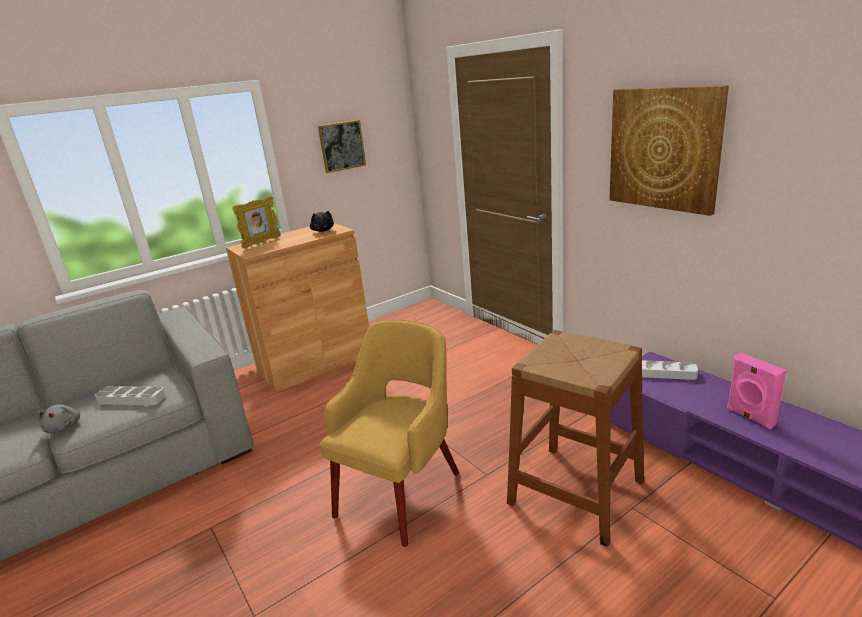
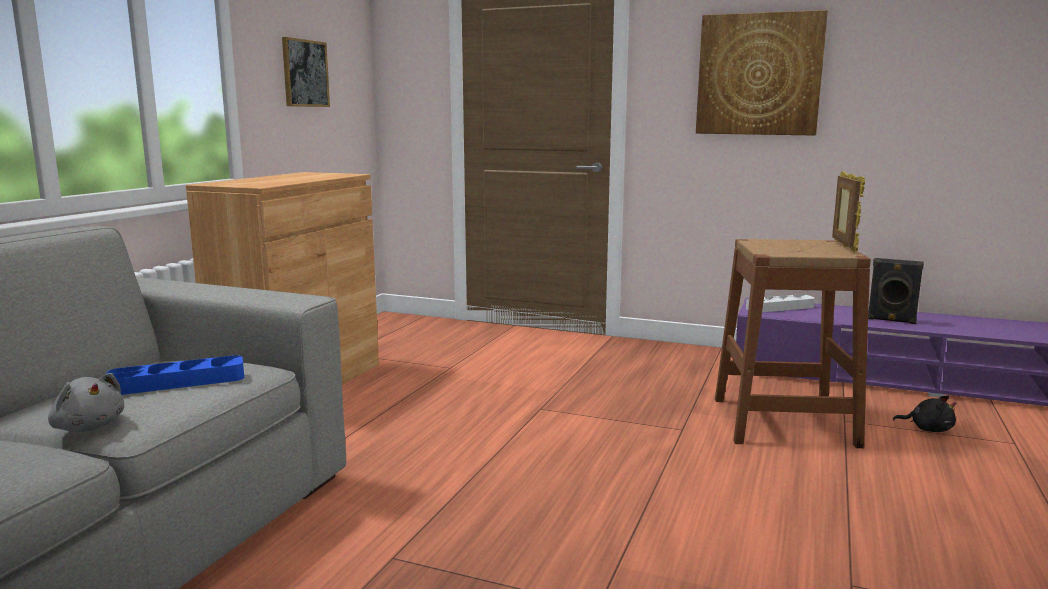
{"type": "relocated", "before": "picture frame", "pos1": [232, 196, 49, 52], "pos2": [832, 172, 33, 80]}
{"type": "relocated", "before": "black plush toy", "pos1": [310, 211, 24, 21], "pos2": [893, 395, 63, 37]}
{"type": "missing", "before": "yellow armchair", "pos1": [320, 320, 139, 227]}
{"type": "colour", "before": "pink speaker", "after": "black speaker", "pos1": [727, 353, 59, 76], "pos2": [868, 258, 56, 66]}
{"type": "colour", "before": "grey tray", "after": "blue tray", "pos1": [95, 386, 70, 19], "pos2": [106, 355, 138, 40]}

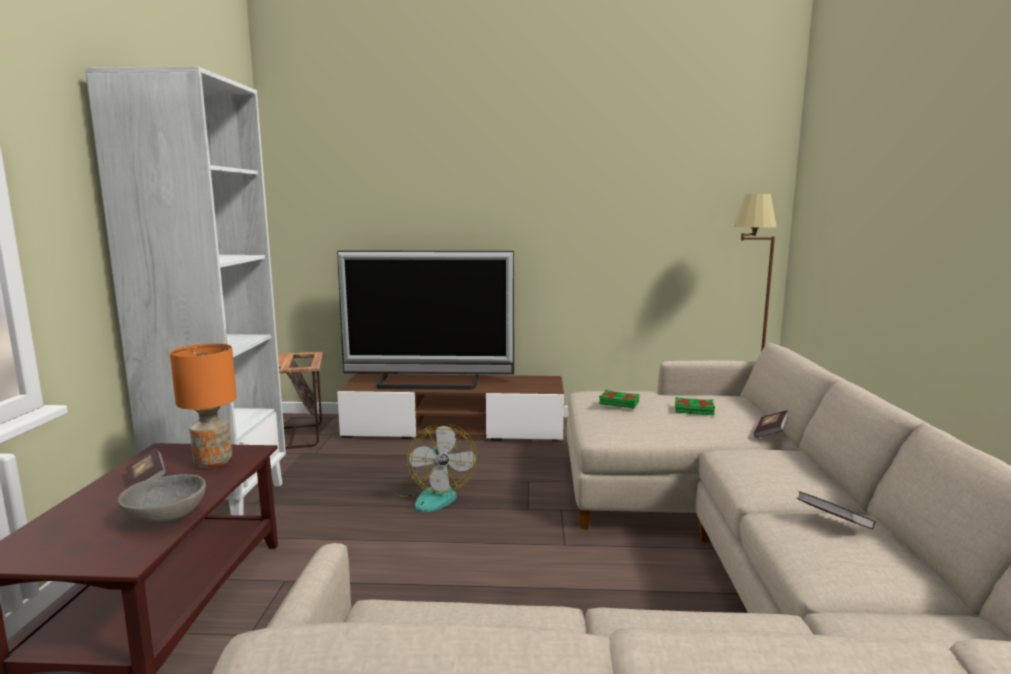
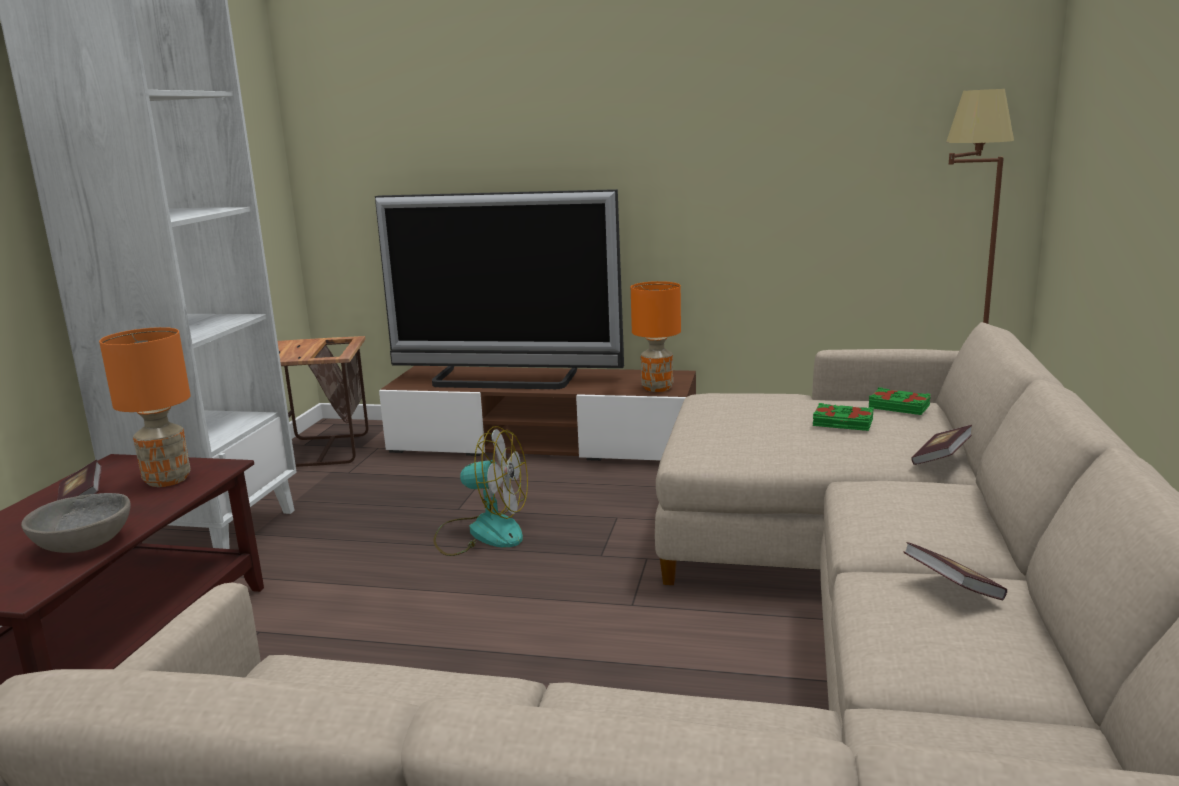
{"type": "relocated", "before": "green book", "pos1": [599, 390, 41, 19], "pos2": [869, 387, 61, 28]}
{"type": "spun", "before": "fan", "pos1": [395, 424, 82, 88], "pos2": [433, 426, 95, 130], "turn": -75}
{"type": "appeared", "after": "orange table lamp", "pos2": [631, 281, 50, 111]}

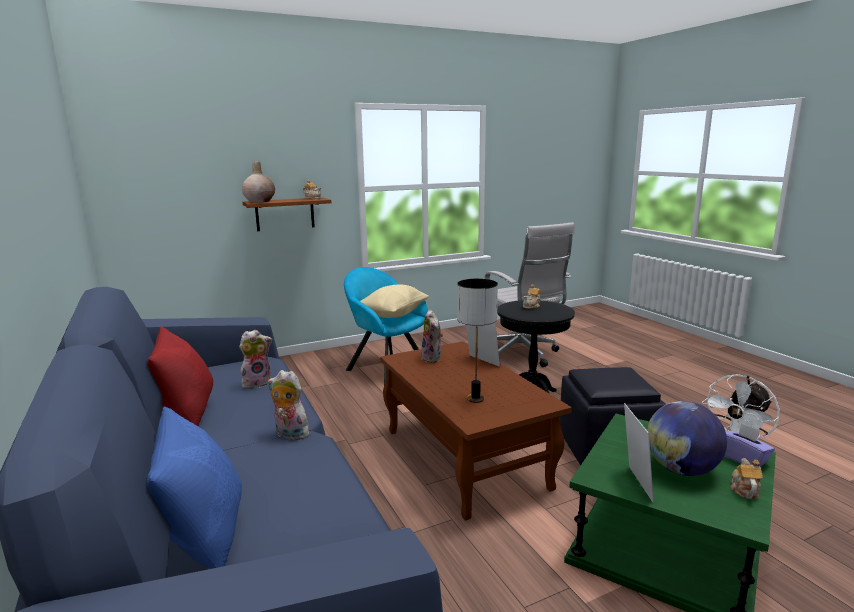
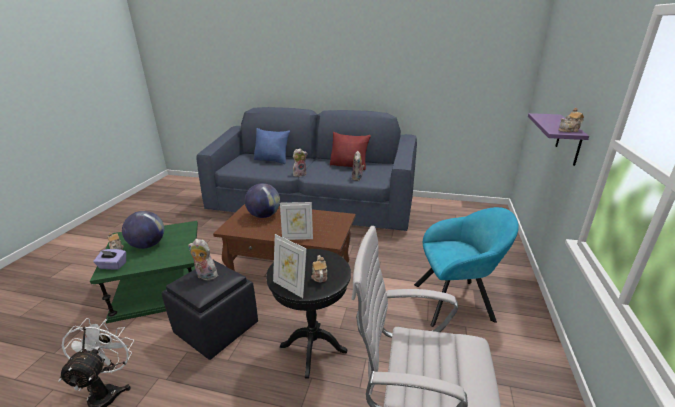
{"type": "missing", "before": "beige vase", "pos1": [242, 161, 33, 42]}
{"type": "colour", "before": "brown shelf", "after": "purple shelf", "pos1": [243, 197, 88, 34], "pos2": [528, 113, 61, 53]}
{"type": "exchanged", "before": "table lamp", "after": "globe", "pos1": [457, 279, 41, 124], "pos2": [245, 183, 35, 35]}
{"type": "missing", "before": "beige pillow", "pos1": [360, 285, 69, 33]}
{"type": "relocated", "before": "plush toy", "pos1": [421, 310, 22, 53], "pos2": [188, 239, 30, 42]}
{"type": "relocated", "before": "picture frame", "pos1": [624, 403, 30, 100], "pos2": [273, 234, 34, 64]}

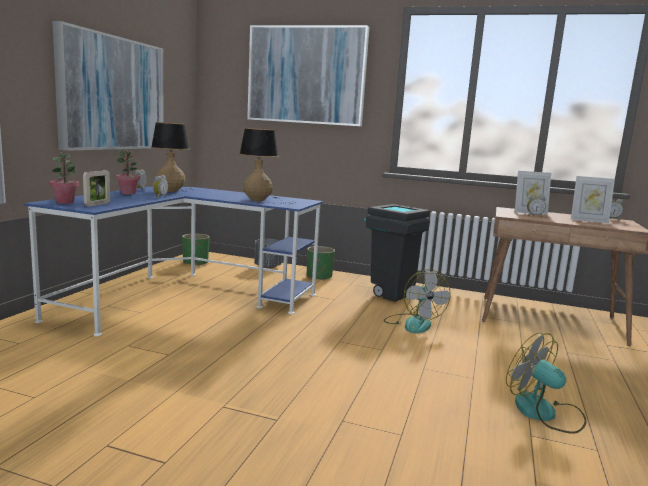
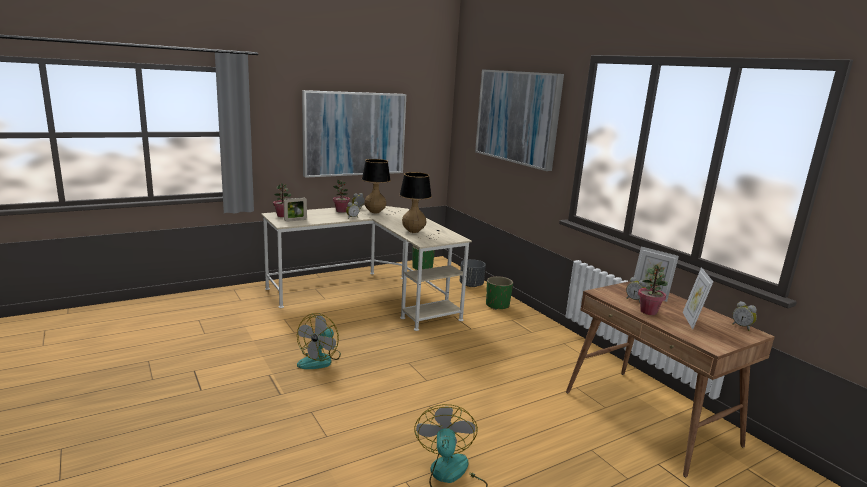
{"type": "spun", "before": "picture frame", "pos1": [571, 176, 44, 47], "pos2": [683, 267, 30, 62], "turn": 45}
{"type": "colour", "before": "blue desk", "after": "beige desk", "pos1": [24, 187, 299, 149], "pos2": [261, 205, 211, 126]}
{"type": "missing", "before": "grey trash can", "pos1": [364, 204, 66, 98]}
{"type": "relocated", "before": "fan", "pos1": [384, 269, 67, 64], "pos2": [297, 313, 44, 56]}
{"type": "appeared", "after": "potted plant", "pos2": [638, 265, 30, 50]}

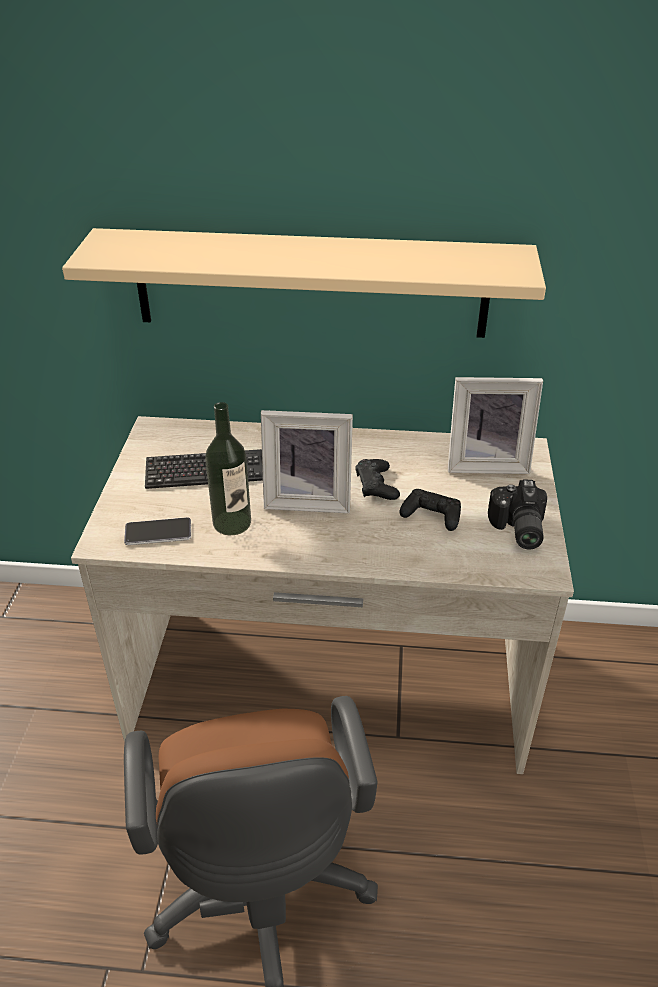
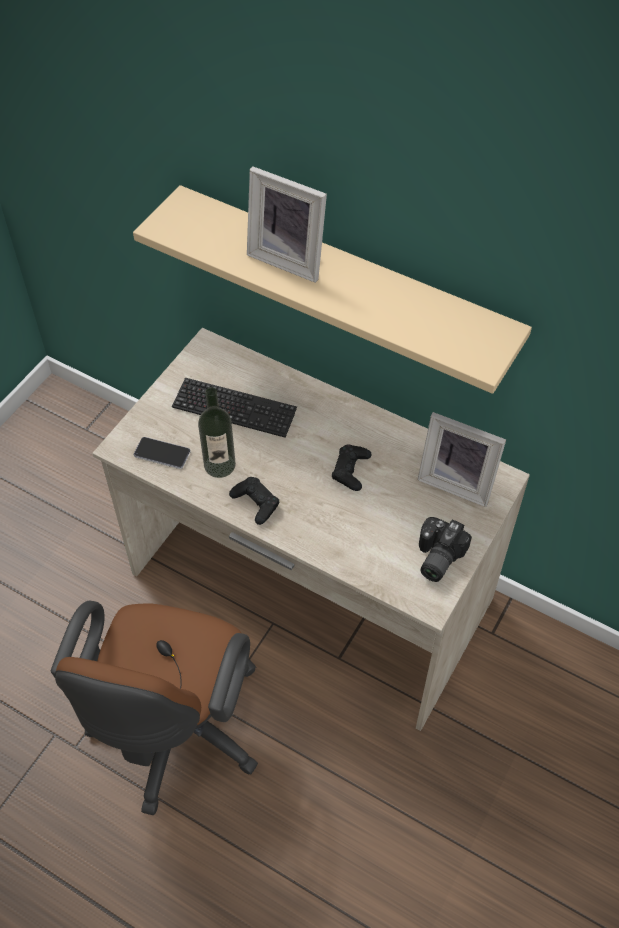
{"type": "relocated", "before": "picture frame", "pos1": [261, 410, 92, 103], "pos2": [247, 167, 80, 116]}
{"type": "relocated", "before": "black game controller", "pos1": [399, 489, 62, 42], "pos2": [229, 477, 50, 48]}

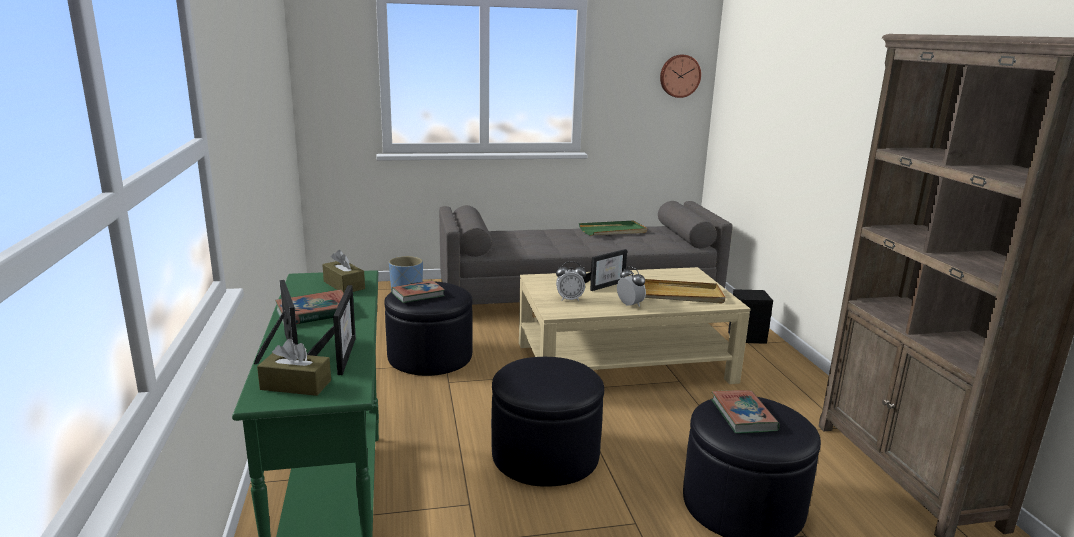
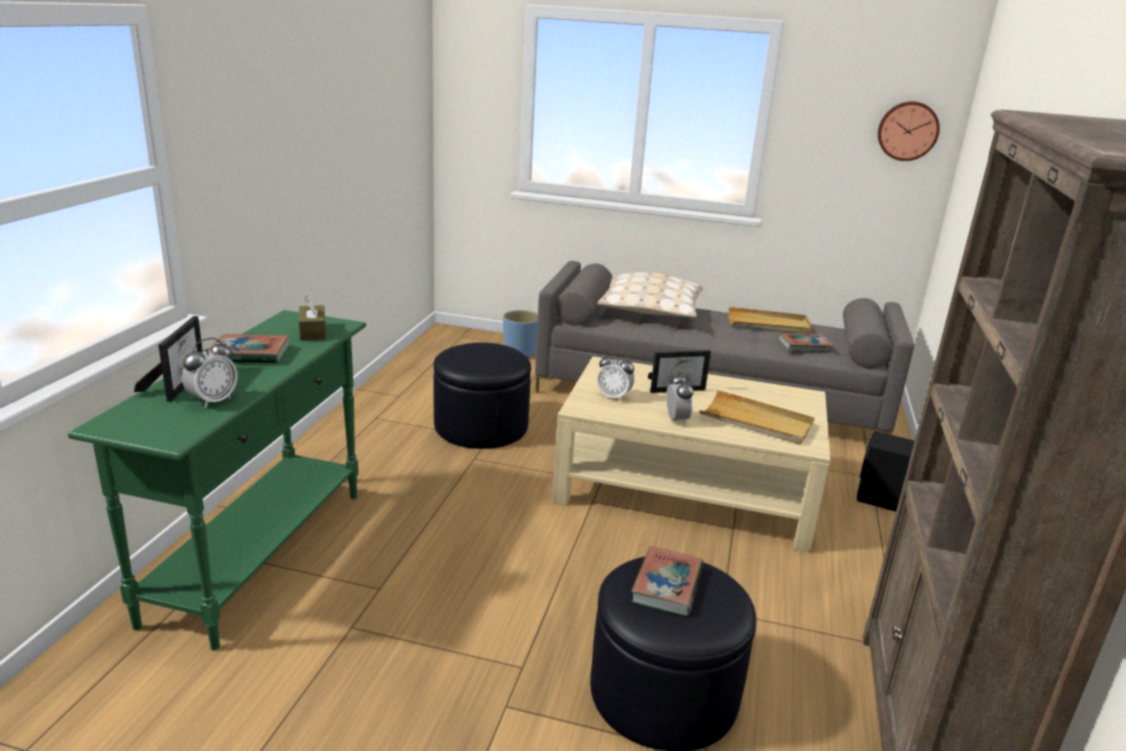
{"type": "colour", "before": "green tray", "after": "beige tray", "pos1": [579, 221, 68, 15], "pos2": [729, 307, 84, 27]}
{"type": "relocated", "before": "book", "pos1": [392, 281, 53, 22], "pos2": [778, 333, 56, 20]}
{"type": "exchanged", "before": "picture frame", "after": "alarm clock", "pos1": [307, 285, 49, 90], "pos2": [182, 338, 56, 70]}
{"type": "missing", "before": "brown tissue box", "pos1": [257, 339, 74, 57]}
{"type": "missing", "before": "black ottoman", "pos1": [491, 357, 113, 130]}
{"type": "appeared", "after": "beige pillow", "pos2": [597, 272, 106, 46]}

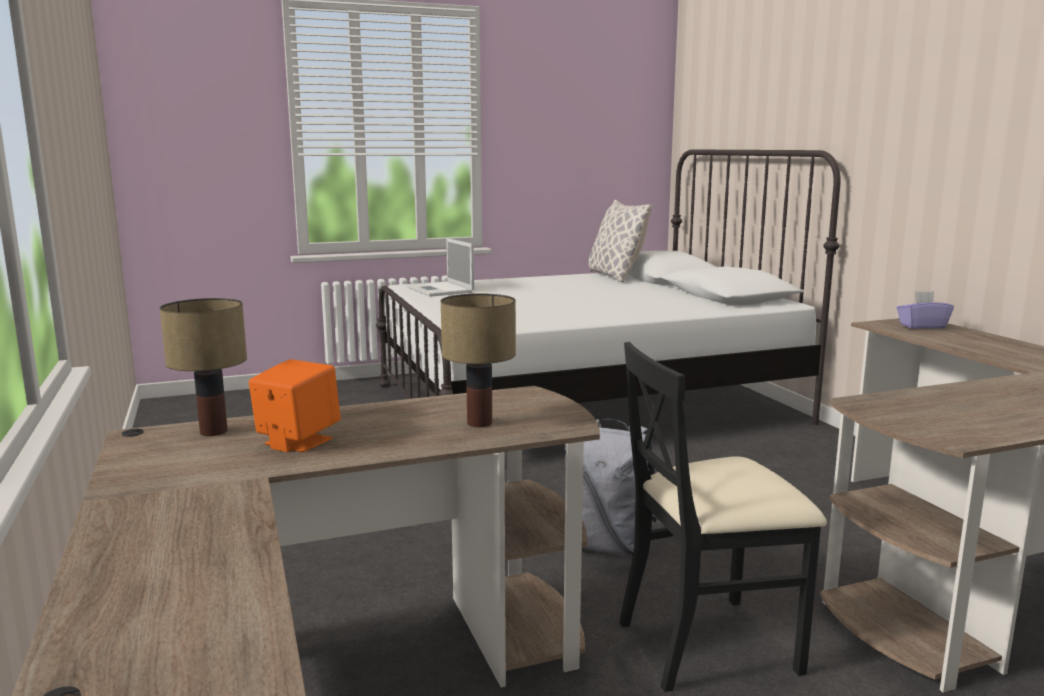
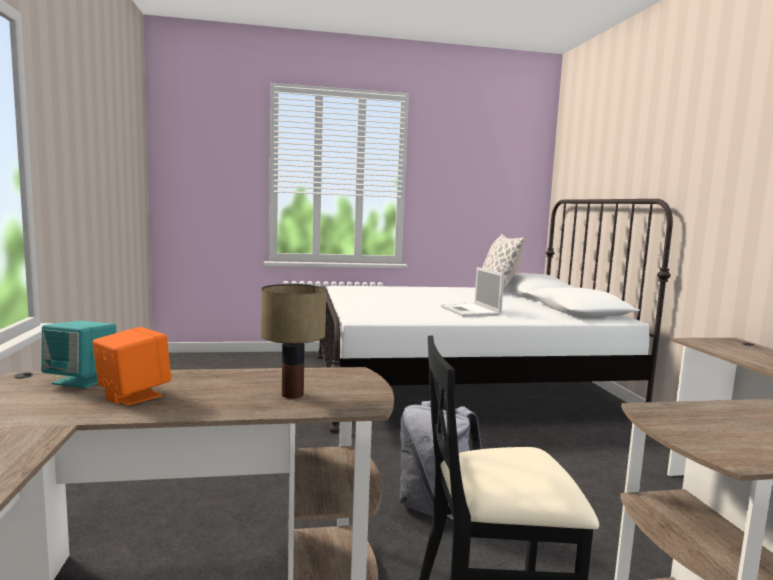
{"type": "relocated", "before": "laptop", "pos1": [407, 238, 67, 59], "pos2": [441, 267, 63, 50]}
{"type": "missing", "before": "purple tissue box", "pos1": [897, 291, 57, 38]}
{"type": "exchanged", "before": "table lamp", "after": "turquoise speaker", "pos1": [160, 298, 87, 138], "pos2": [41, 321, 75, 67]}

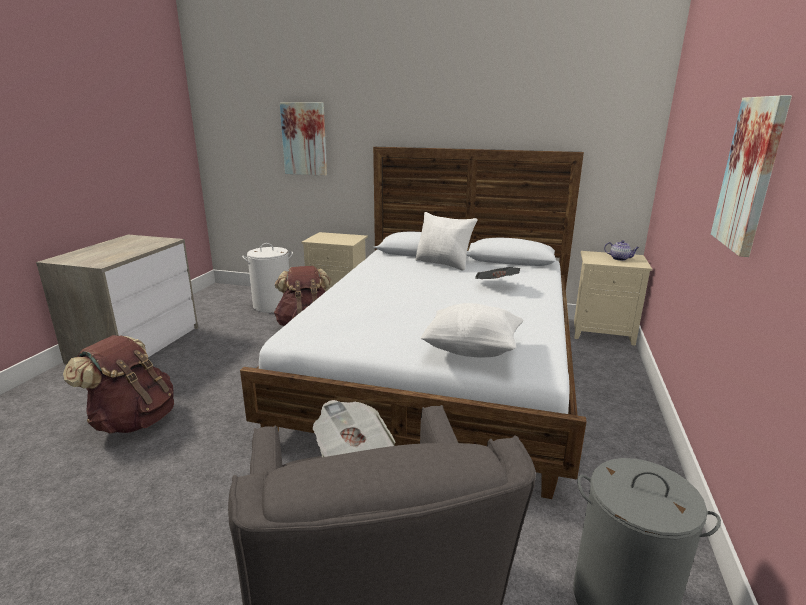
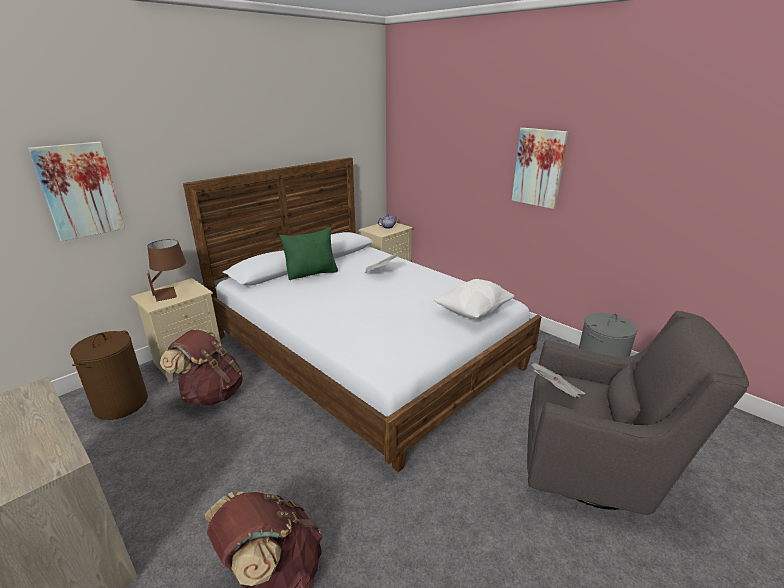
{"type": "colour", "before": "white pillow", "after": "green pillow", "pos1": [415, 212, 63, 59], "pos2": [280, 227, 58, 53]}
{"type": "colour", "before": "white laundry basket", "after": "brown laundry basket", "pos1": [242, 243, 51, 70], "pos2": [70, 331, 78, 89]}
{"type": "appeared", "after": "brown table lamp", "pos2": [147, 239, 39, 63]}

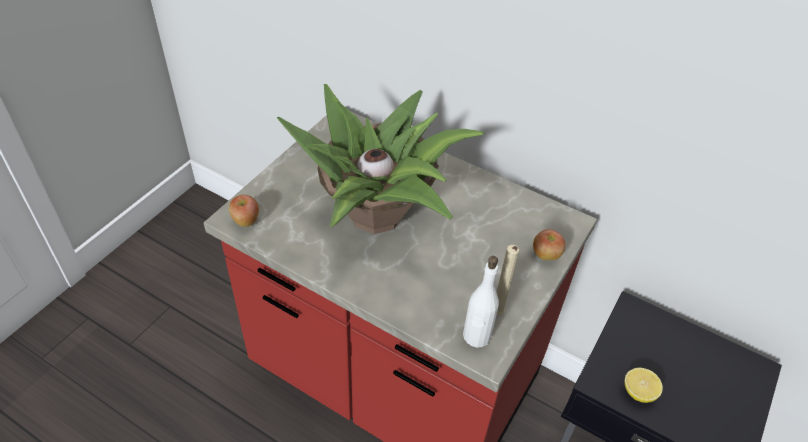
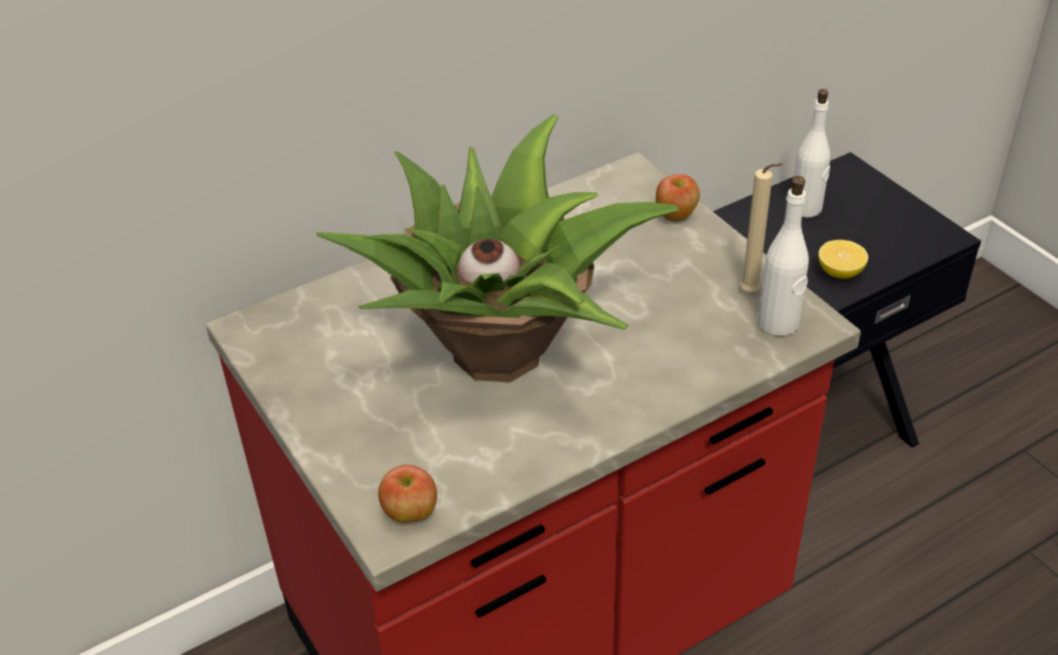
{"type": "appeared", "after": "white bottle", "pos2": [794, 89, 37, 129]}

